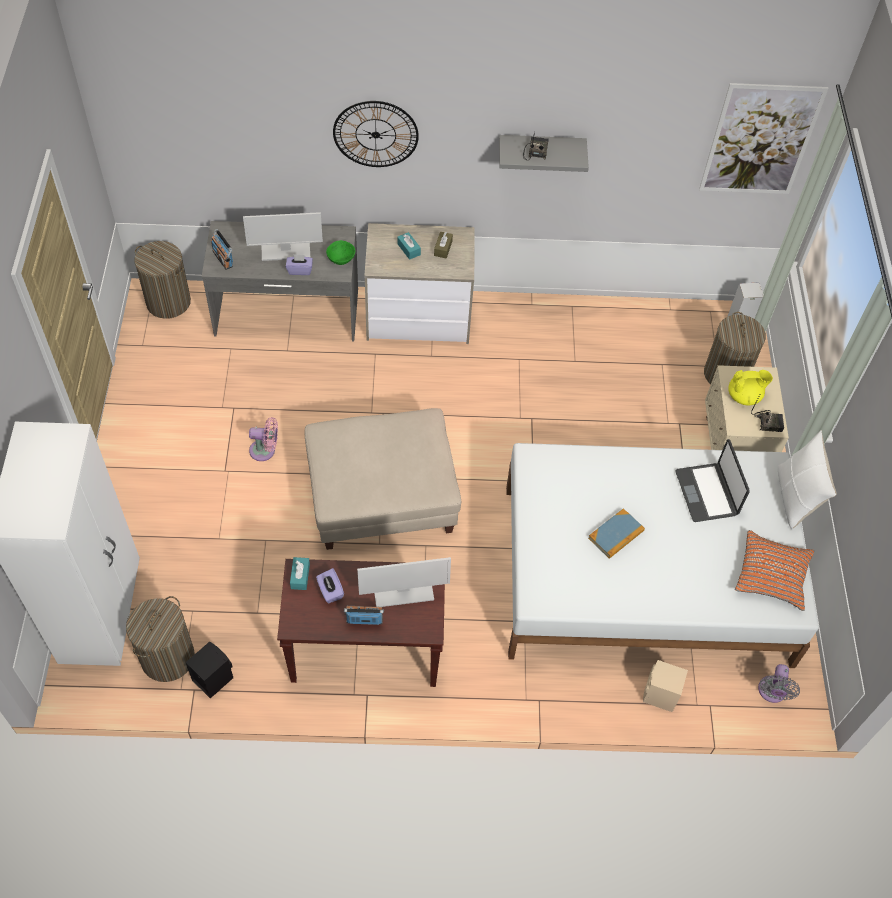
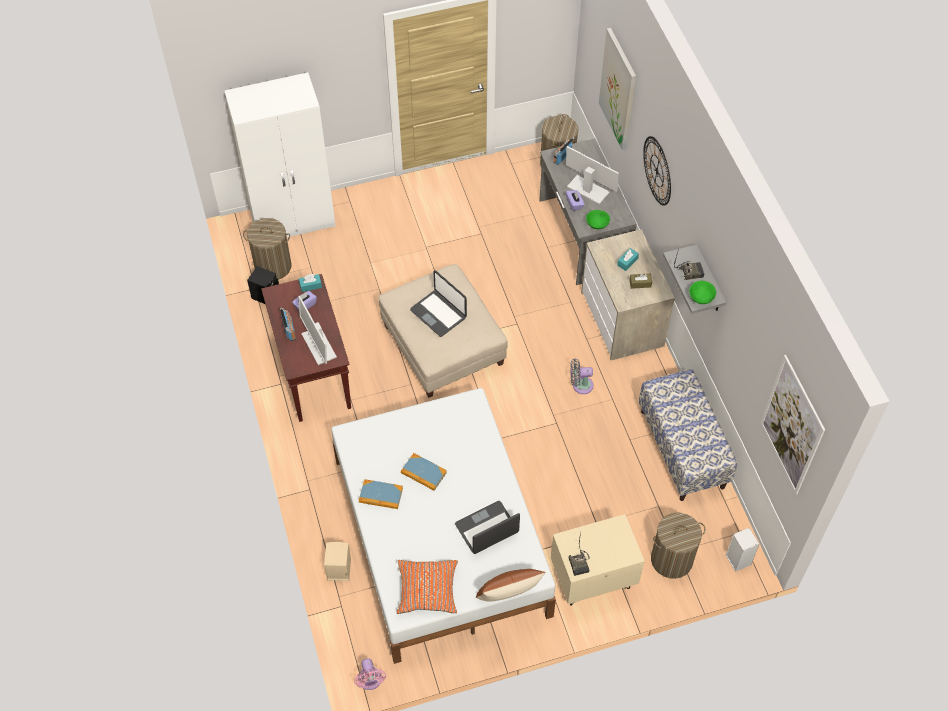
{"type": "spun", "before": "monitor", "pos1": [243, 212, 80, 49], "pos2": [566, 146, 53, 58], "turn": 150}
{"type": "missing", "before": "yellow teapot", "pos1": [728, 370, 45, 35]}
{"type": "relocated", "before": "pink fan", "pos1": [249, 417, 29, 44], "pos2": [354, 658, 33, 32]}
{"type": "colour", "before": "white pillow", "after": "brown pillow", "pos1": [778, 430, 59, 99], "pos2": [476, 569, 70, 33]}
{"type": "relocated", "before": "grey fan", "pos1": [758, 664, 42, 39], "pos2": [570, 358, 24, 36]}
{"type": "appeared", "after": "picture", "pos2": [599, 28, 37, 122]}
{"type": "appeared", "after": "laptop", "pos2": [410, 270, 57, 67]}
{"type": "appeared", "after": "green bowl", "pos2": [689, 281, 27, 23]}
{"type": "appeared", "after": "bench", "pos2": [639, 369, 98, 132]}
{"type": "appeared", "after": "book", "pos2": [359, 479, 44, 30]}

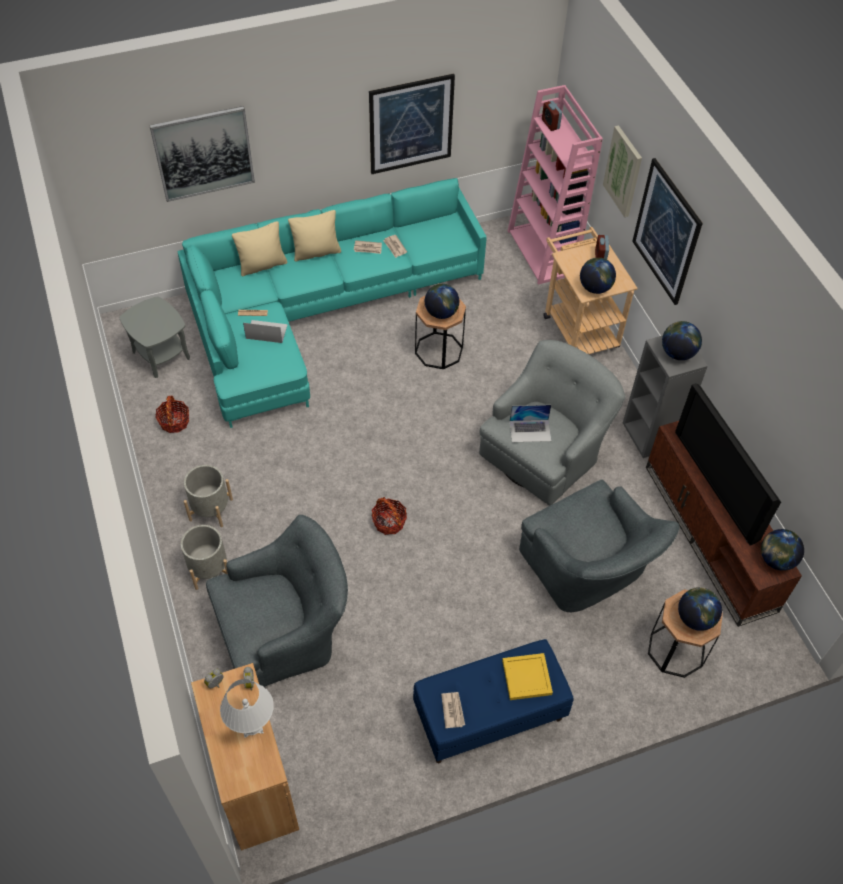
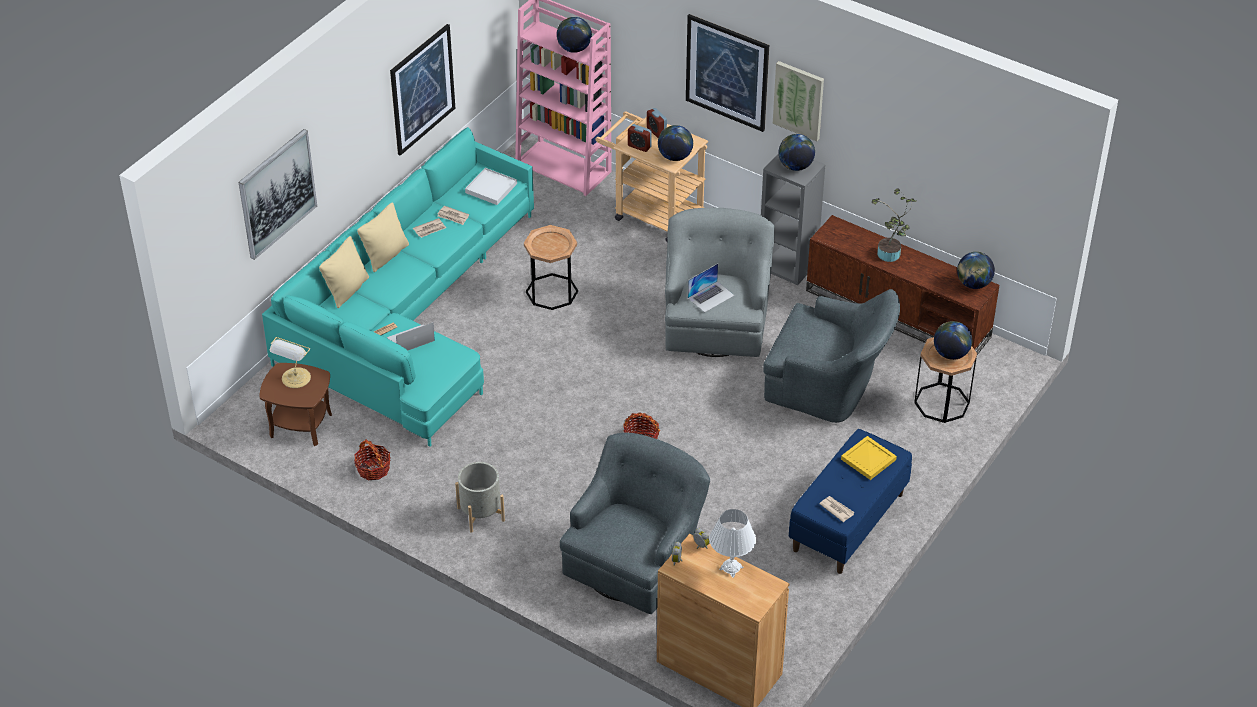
{"type": "relocated", "before": "alarm clock", "pos1": [542, 101, 20, 30], "pos2": [628, 124, 24, 28]}
{"type": "relocated", "before": "picture", "pos1": [603, 125, 39, 92], "pos2": [773, 61, 51, 80]}
{"type": "relocated", "before": "globe", "pos1": [425, 284, 34, 35], "pos2": [557, 17, 35, 36]}
{"type": "colour", "before": "grey side table", "after": "brown side table", "pos1": [120, 296, 70, 82], "pos2": [259, 363, 73, 83]}
{"type": "exchanged", "before": "television", "after": "potted plant", "pos1": [675, 383, 106, 162], "pos2": [872, 188, 44, 74]}
{"type": "missing", "before": "grey planter", "pos1": [181, 525, 47, 65]}
{"type": "appeared", "after": "white tray", "pos2": [465, 168, 52, 37]}
{"type": "appeared", "after": "table lamp", "pos2": [270, 337, 41, 51]}

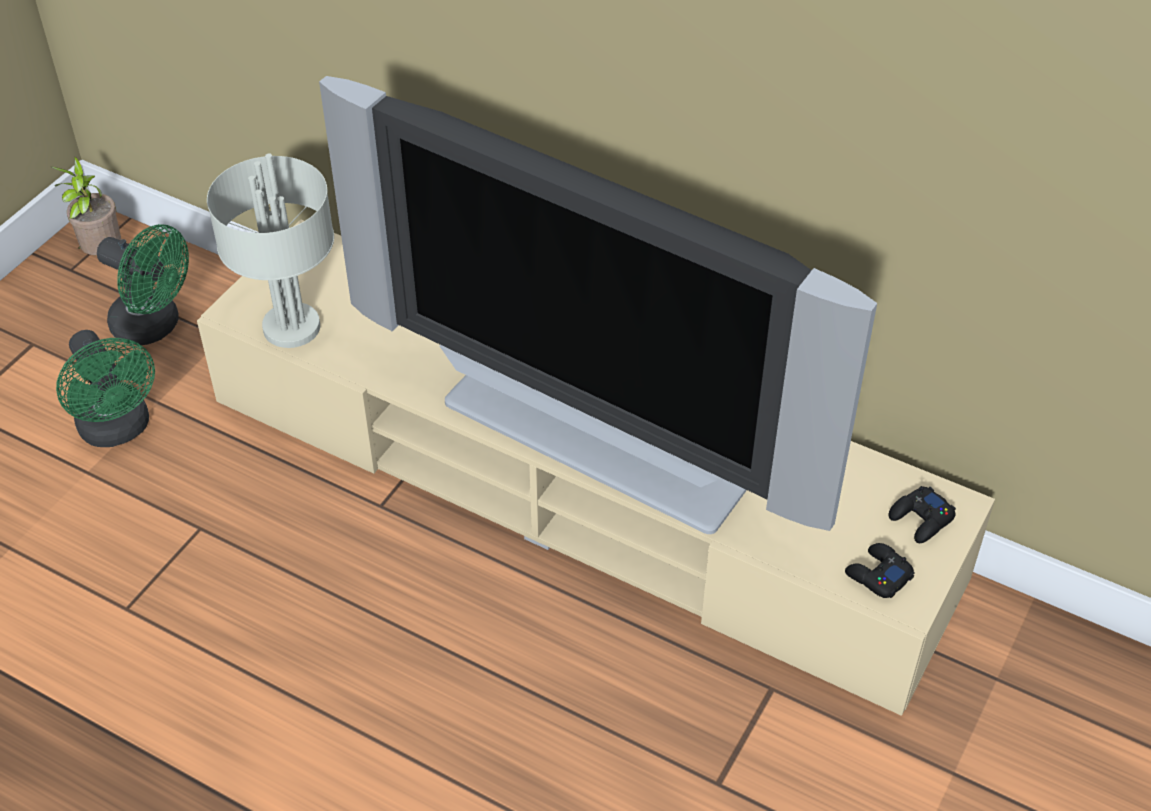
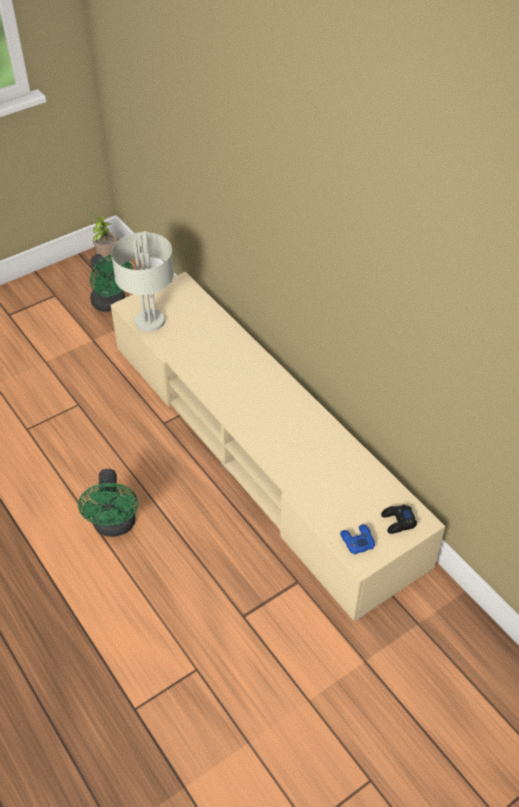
{"type": "missing", "before": "television", "pos1": [319, 76, 558, 458]}
{"type": "relocated", "before": "green fan", "pos1": [56, 330, 99, 117], "pos2": [78, 469, 60, 68]}
{"type": "colour", "before": "black game controller", "after": "blue game controller", "pos1": [845, 543, 70, 55], "pos2": [340, 525, 35, 29]}

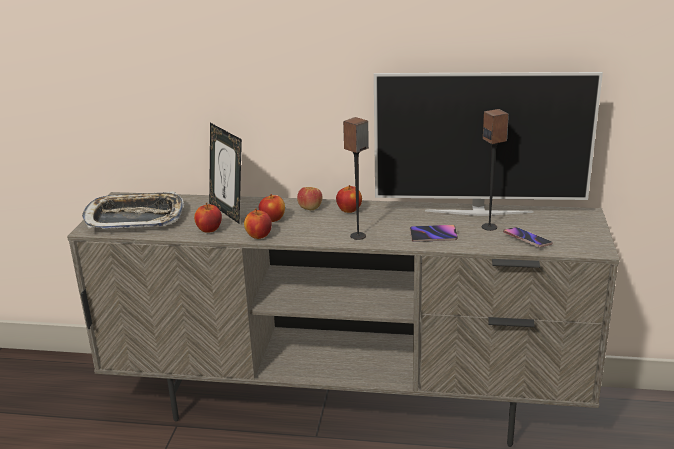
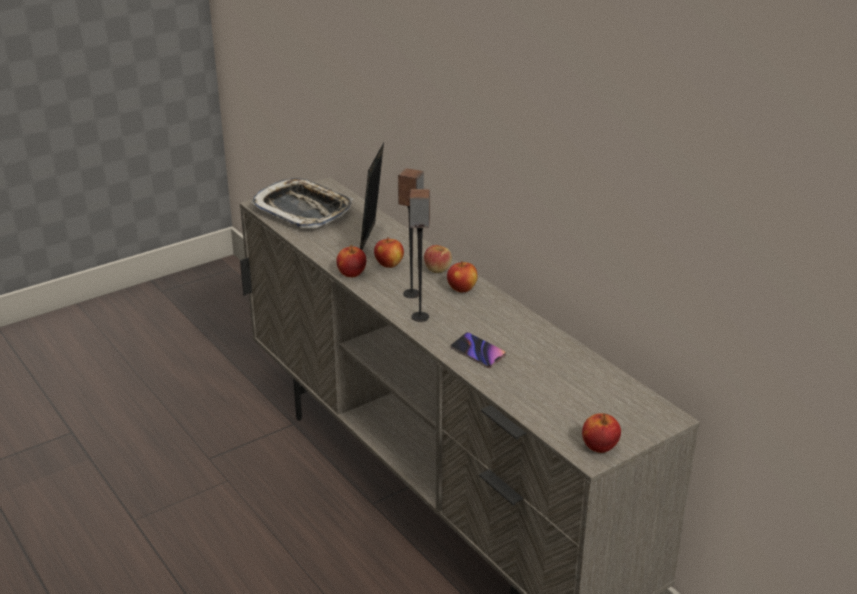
{"type": "missing", "before": "television", "pos1": [374, 72, 229, 144]}
{"type": "relocated", "before": "speaker", "pos1": [482, 109, 27, 122], "pos2": [398, 168, 26, 130]}
{"type": "relocated", "before": "apple", "pos1": [194, 203, 28, 30], "pos2": [582, 413, 39, 40]}
{"type": "missing", "before": "phone", "pos1": [503, 227, 50, 20]}

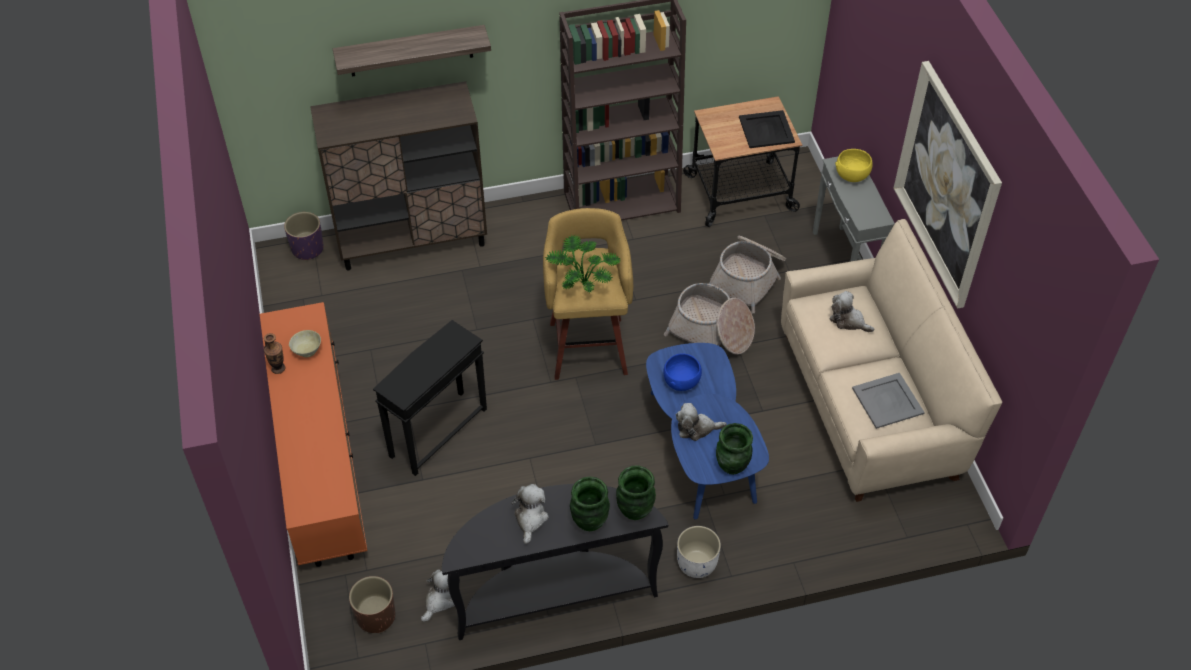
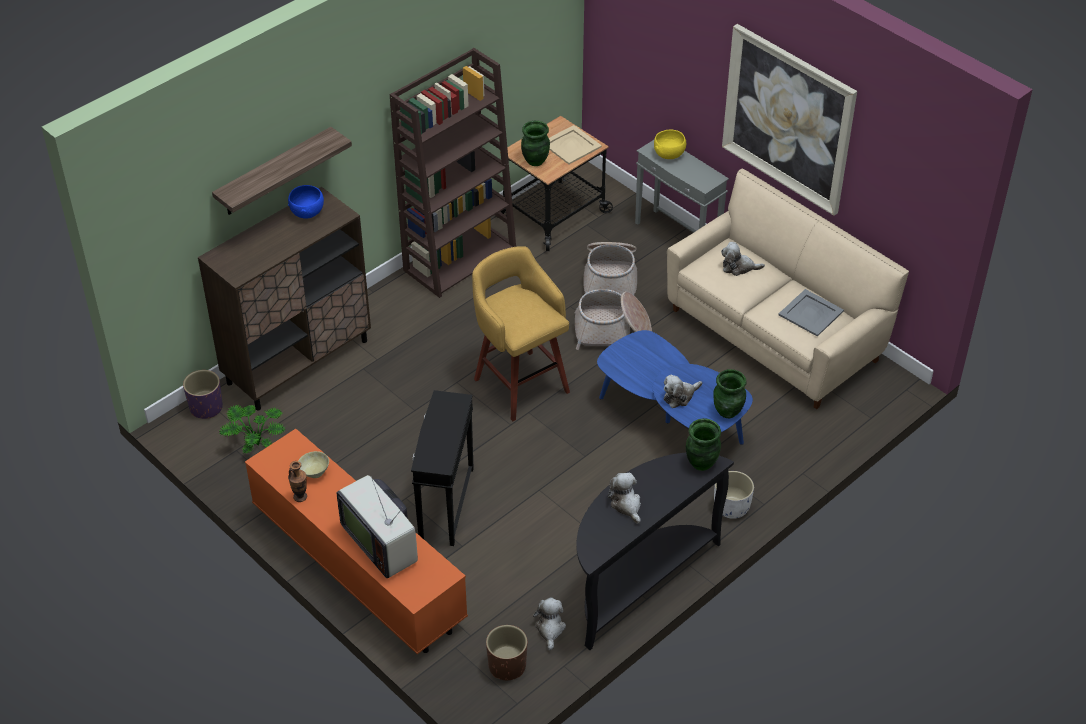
{"type": "colour", "before": "black tray", "after": "beige tray", "pos1": [739, 110, 56, 38], "pos2": [549, 125, 53, 39]}
{"type": "relocated", "before": "potted plant", "pos1": [545, 235, 76, 58], "pos2": [219, 404, 66, 50]}
{"type": "relocated", "before": "blue bowl", "pos1": [663, 353, 39, 38], "pos2": [288, 185, 36, 34]}
{"type": "relocated", "before": "green vase", "pos1": [570, 476, 40, 55], "pos2": [521, 121, 29, 45]}
{"type": "appeared", "after": "television", "pos2": [337, 475, 81, 103]}

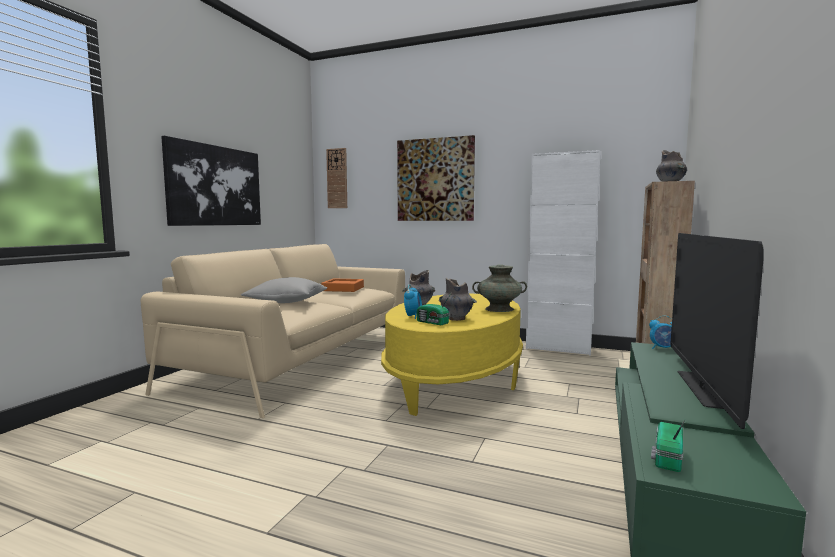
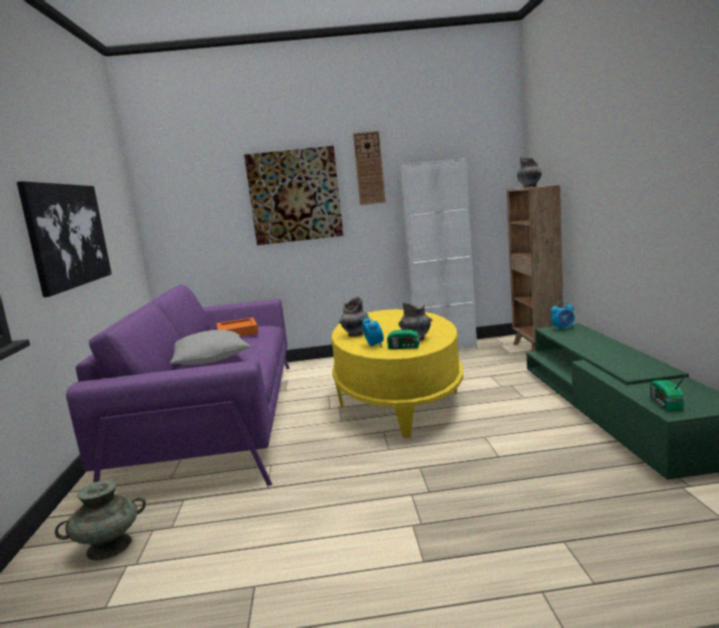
{"type": "relocated", "before": "wall clock", "pos1": [326, 148, 21, 60], "pos2": [353, 131, 33, 74]}
{"type": "missing", "before": "television", "pos1": [670, 233, 94, 196]}
{"type": "colour", "before": "beige sofa", "after": "purple sofa", "pos1": [141, 244, 264, 174], "pos2": [66, 284, 224, 202]}
{"type": "relocated", "before": "turquoise vase", "pos1": [472, 264, 55, 48], "pos2": [55, 480, 91, 81]}

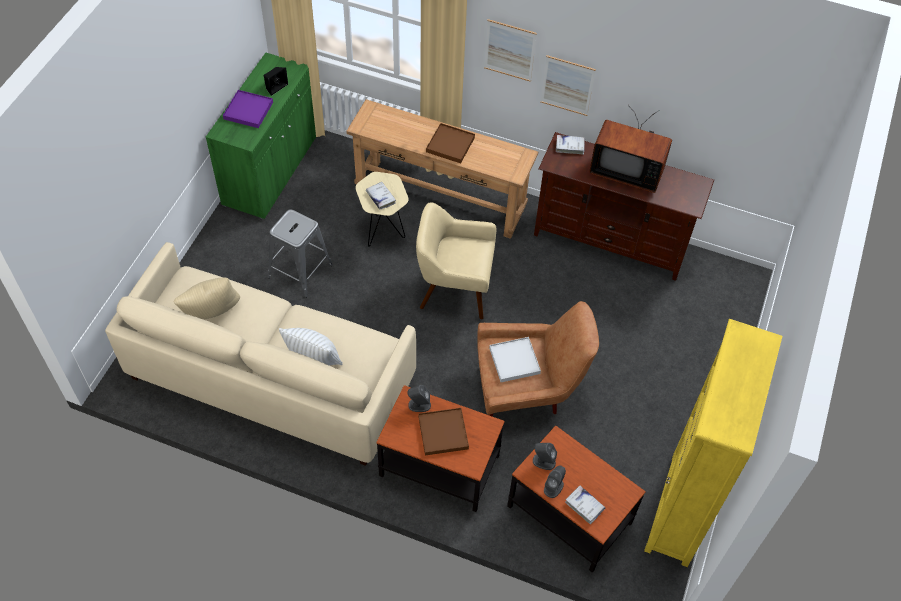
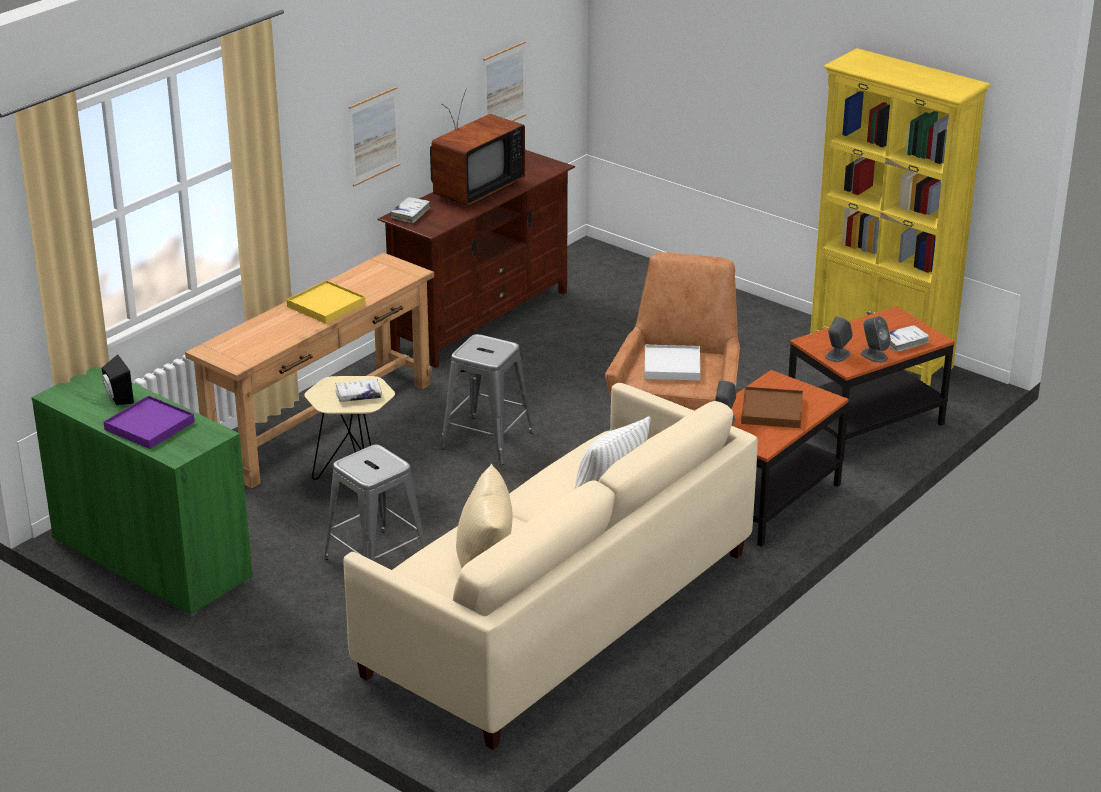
{"type": "relocated", "before": "picture", "pos1": [484, 19, 53, 63], "pos2": [483, 41, 43, 80]}
{"type": "colour", "before": "brown tray", "after": "yellow tray", "pos1": [426, 123, 49, 40], "pos2": [287, 280, 79, 44]}
{"type": "exchanged", "before": "beige armchair", "after": "grey stool", "pos1": [416, 202, 81, 117], "pos2": [440, 334, 94, 131]}

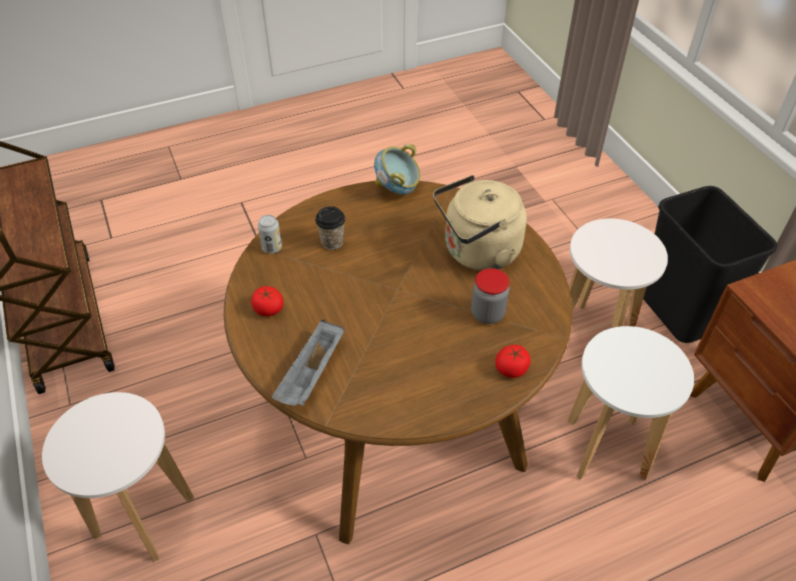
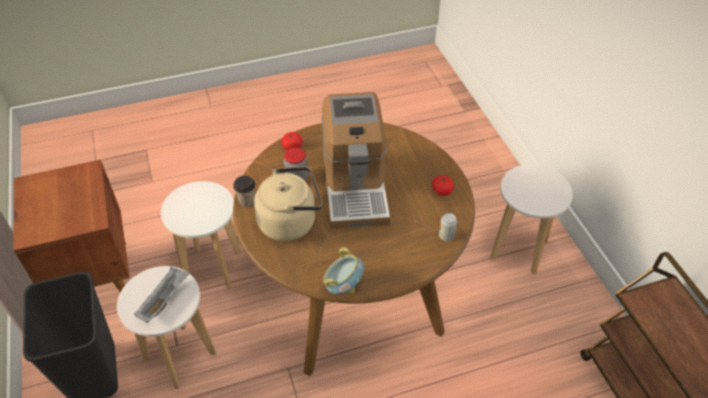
{"type": "relocated", "before": "cup", "pos1": [315, 206, 30, 44], "pos2": [233, 175, 23, 32]}
{"type": "relocated", "before": "grey tray", "pos1": [272, 320, 72, 86], "pos2": [134, 267, 56, 56]}
{"type": "appeared", "after": "coffee machine", "pos2": [321, 92, 69, 137]}

